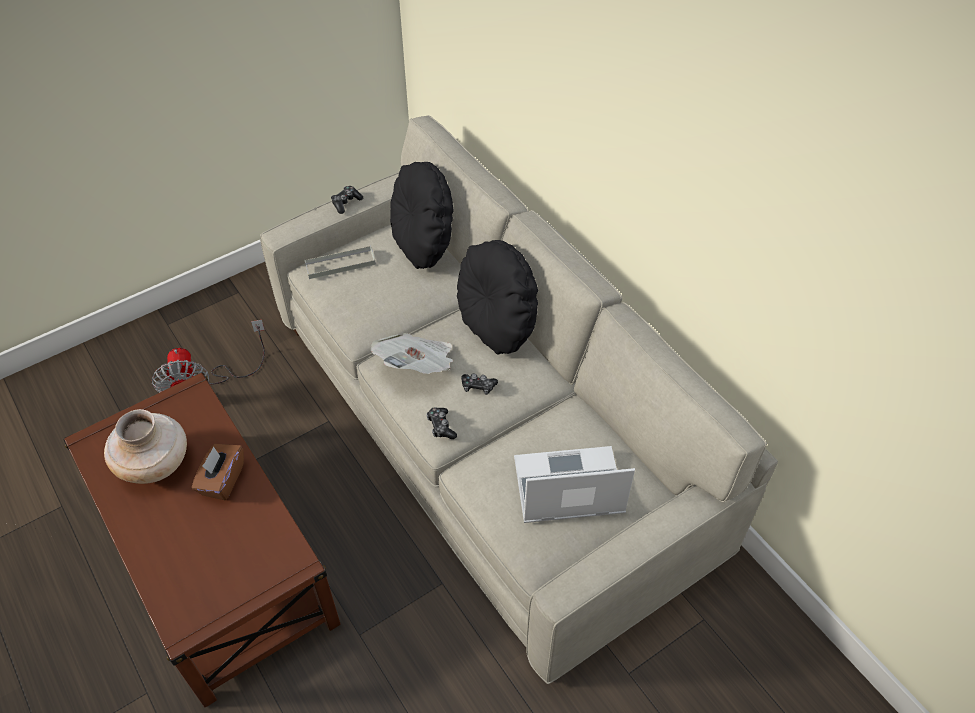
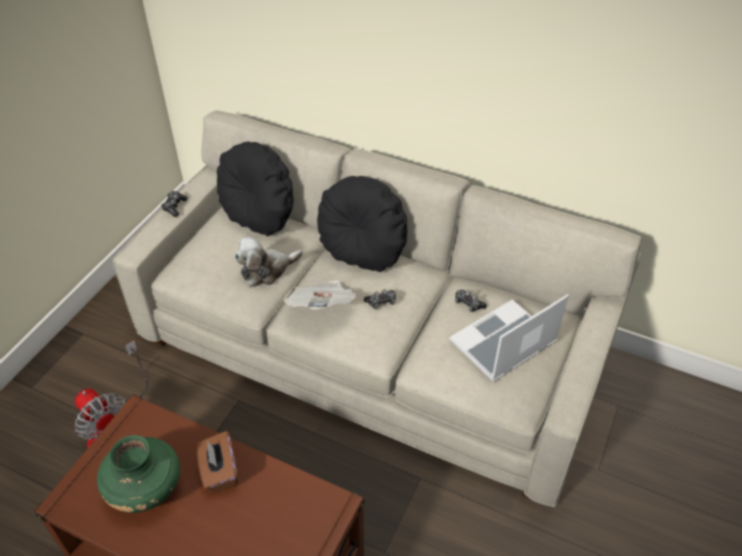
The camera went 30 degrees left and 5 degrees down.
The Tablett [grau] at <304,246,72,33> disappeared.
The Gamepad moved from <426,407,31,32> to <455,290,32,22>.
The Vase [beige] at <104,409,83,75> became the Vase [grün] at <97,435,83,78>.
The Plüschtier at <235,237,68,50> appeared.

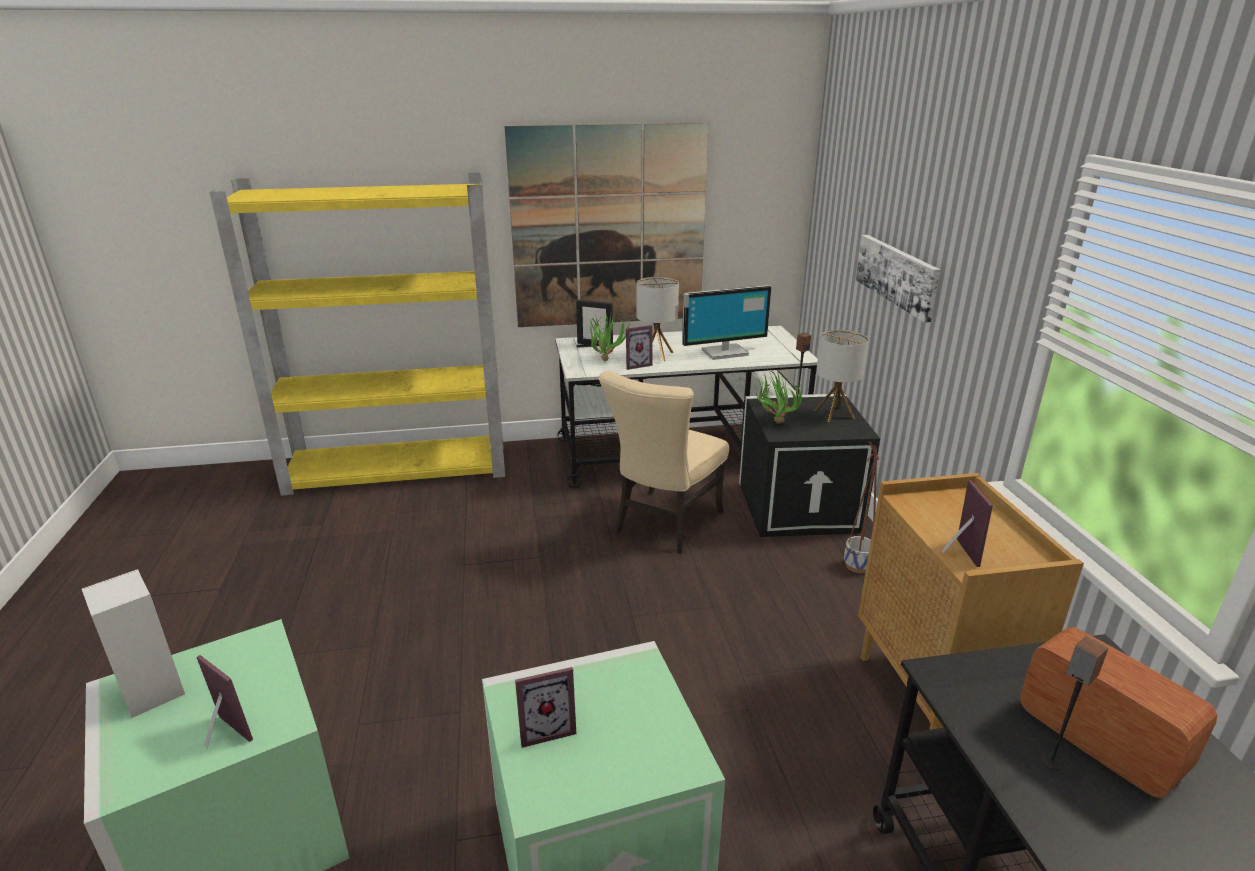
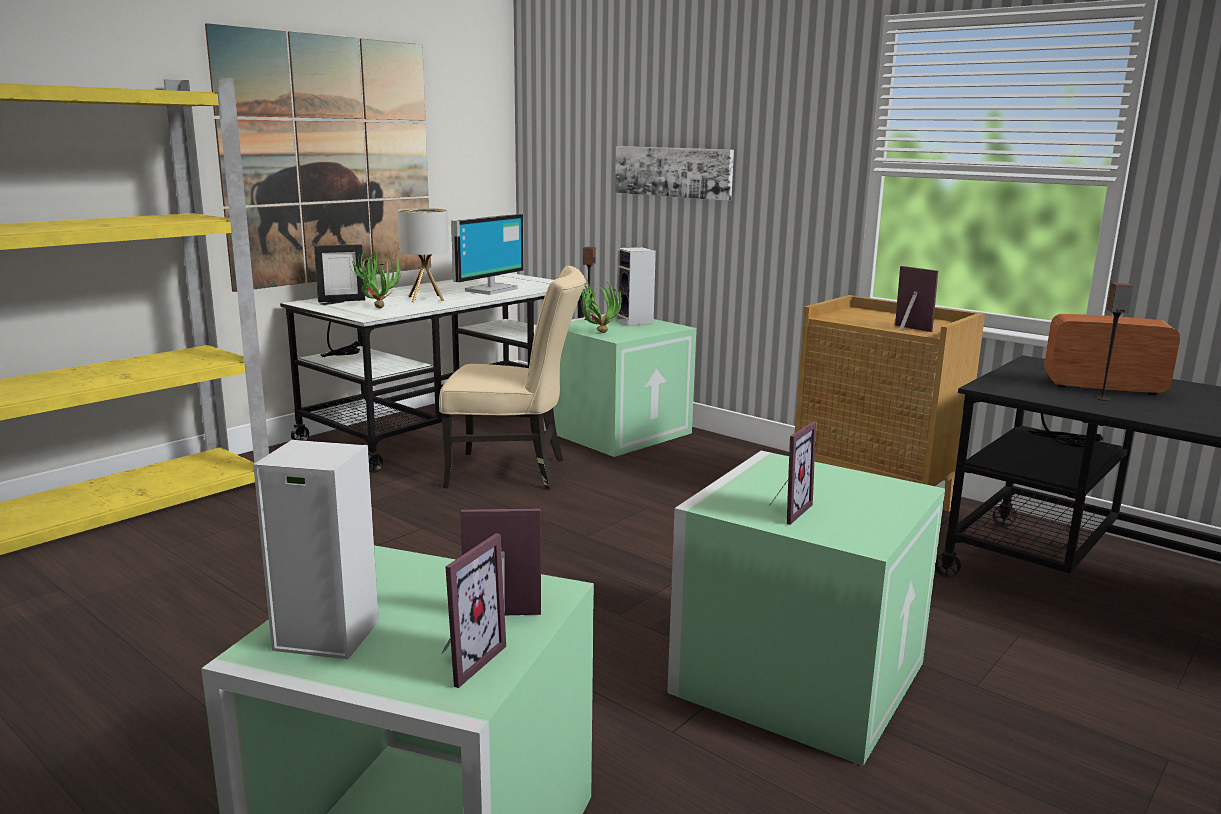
The camera went 40 degrees left and 10 degrees down.
The Bilderrahmen moved from <626,325,27,45> to <441,533,65,155>.
The Tischlampe at <814,330,55,92> was replaced by the Lautsprecher at <616,247,40,79>.
The Stuhl [beige] at <598,371,131,183> turned 75 degrees counterclockwise.
The Aufbewahrungsbox [schwarz] at <739,394,141,143> became the Aufbewahrungsbox [grün] at <544,314,152,143>.
The Pflanzkübel at <844,442,35,131> disappeared.

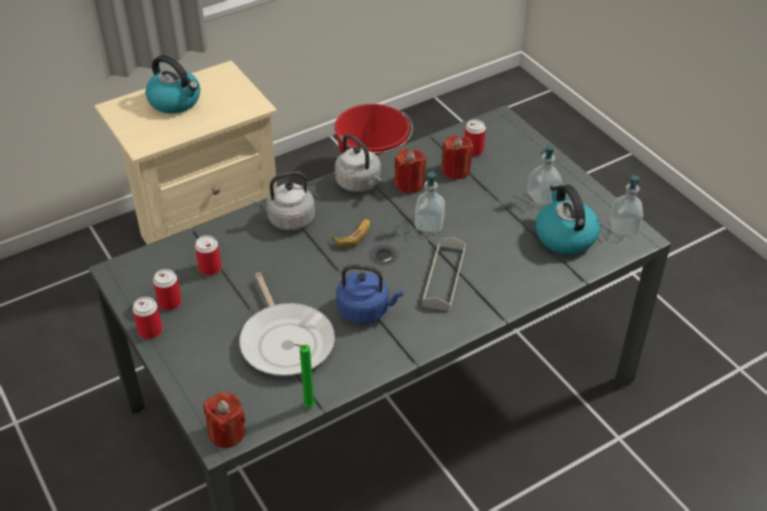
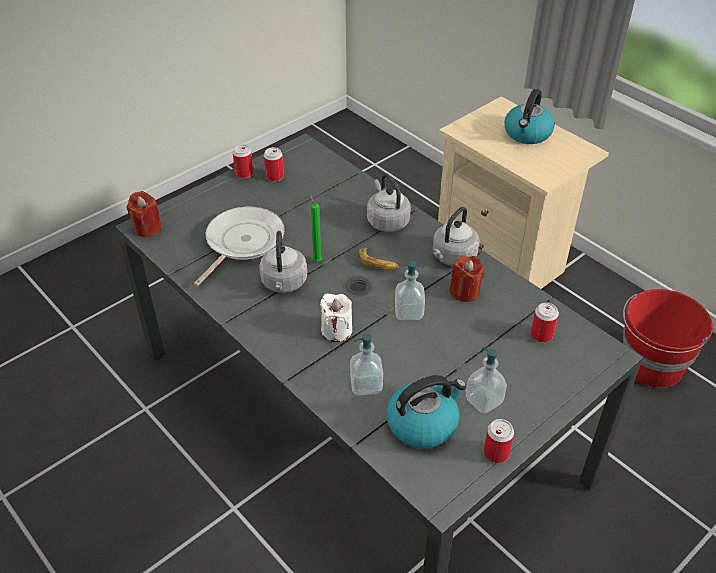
The camera went 80 degrees right and 0 degrees up.
The Kerze [rot] at <441,135,33,45> disappeared.
The Seifenspender moved from <610,175,33,60> to <350,333,33,62>.
The Dose moved from <195,235,27,41> to <484,419,30,44>.
The Tablett [grau] at <422,237,44,74> was replaced by the Kerze [weiß] at <320,294,32,48>.
The Wasserkessel [blau] at <337,264,66,59> became the Wasserkessel [grau] at <259,231,48,62>.
The Pfanne at <239,272,96,104> turned 150 degrees clockwise.
The Kerze [grün] moved from <294,344,21,64> to <310,195,12,67>.

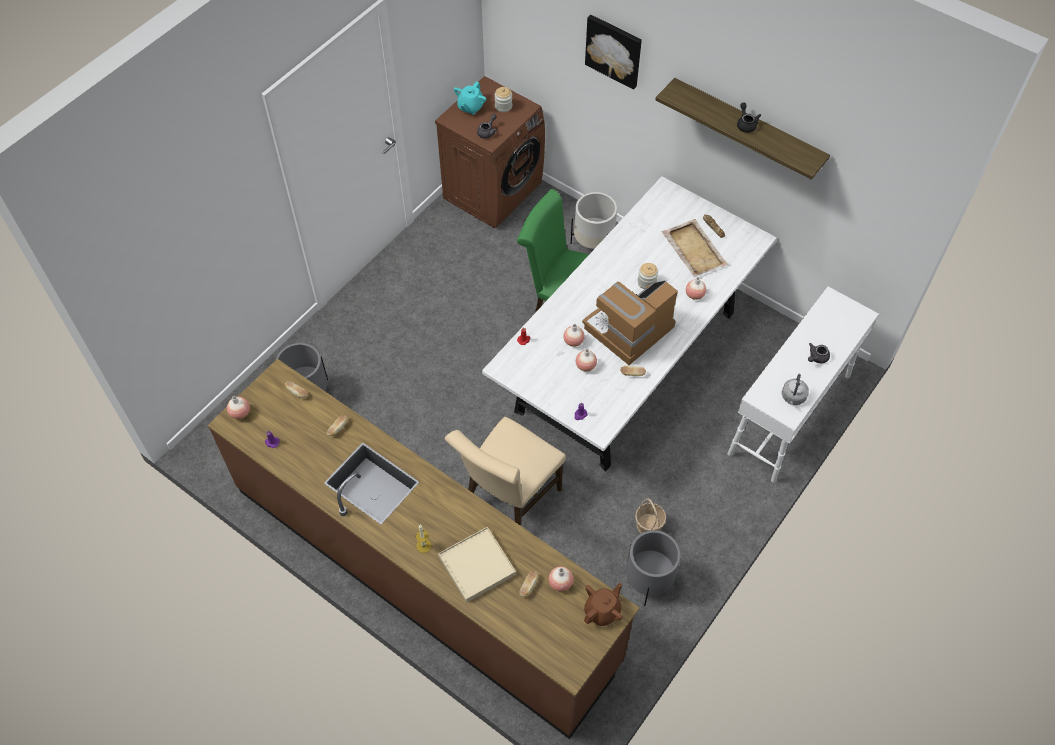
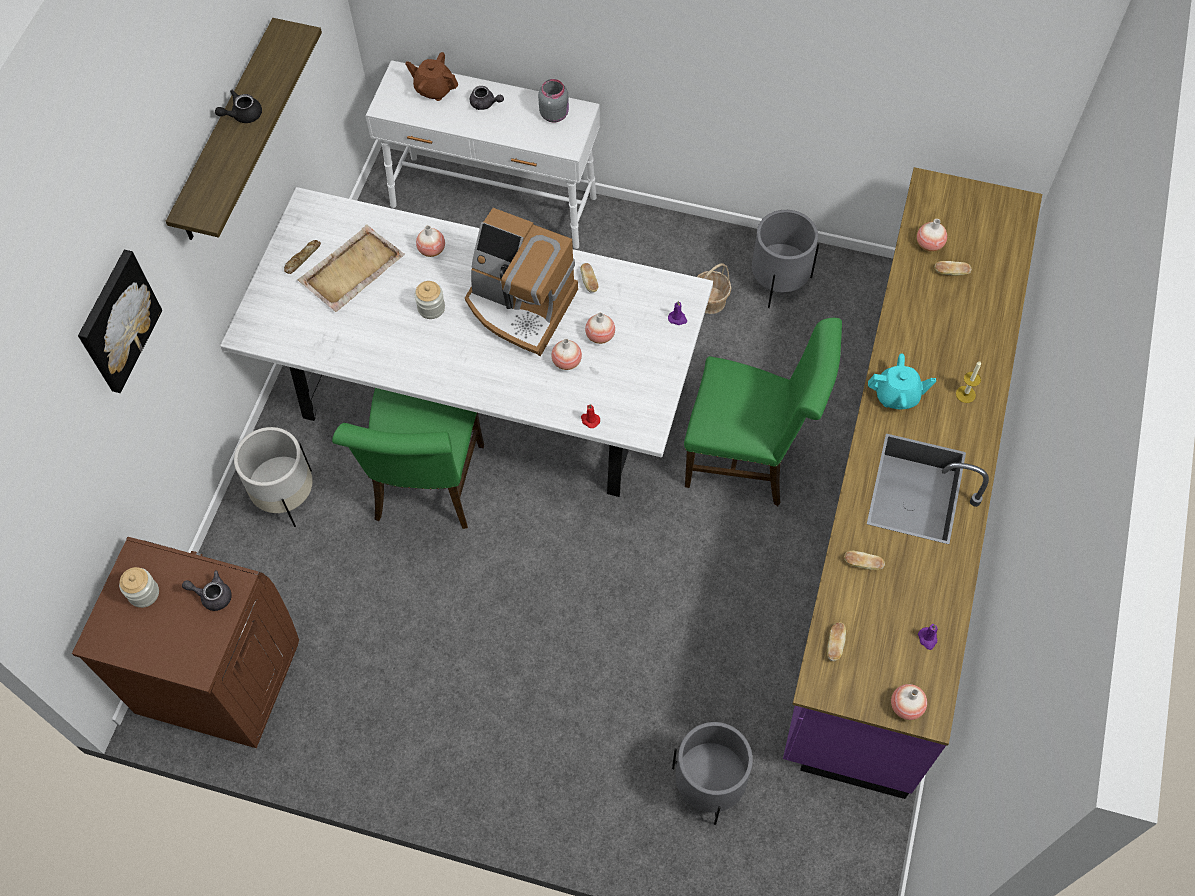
The camera went 110 degrees left and 5 degrees up.
The Teekanne [türkis] moved from <454,81,32,34> to <868,354,68,55>.
The Küchenzeile [braun] at <207,359,433,380> became the Küchenzeile [lila] at <783,167,259,632>.
The Wasserkessel [grau] at <782,374,27,31> was replaced by the Vorratsglas [grau] at <538,79,31,44>.
The Stuhl [beige] at <445,417,121,109> became the Stuhl [grün] at <684,318,158,188>.
The Tablett [beige] at <438,527,78,76> disappeared.
The Teekanne [braun] moved from <584,583,39,43> to <405,52,53,49>.

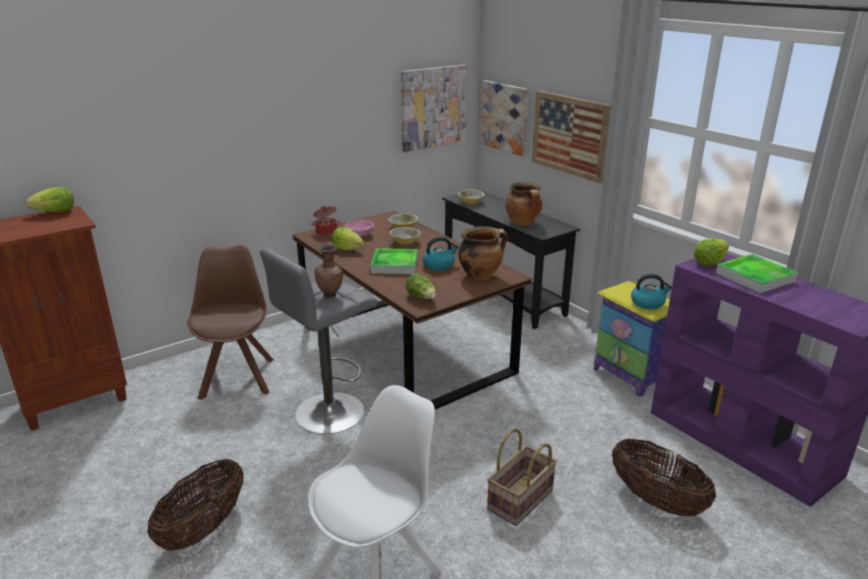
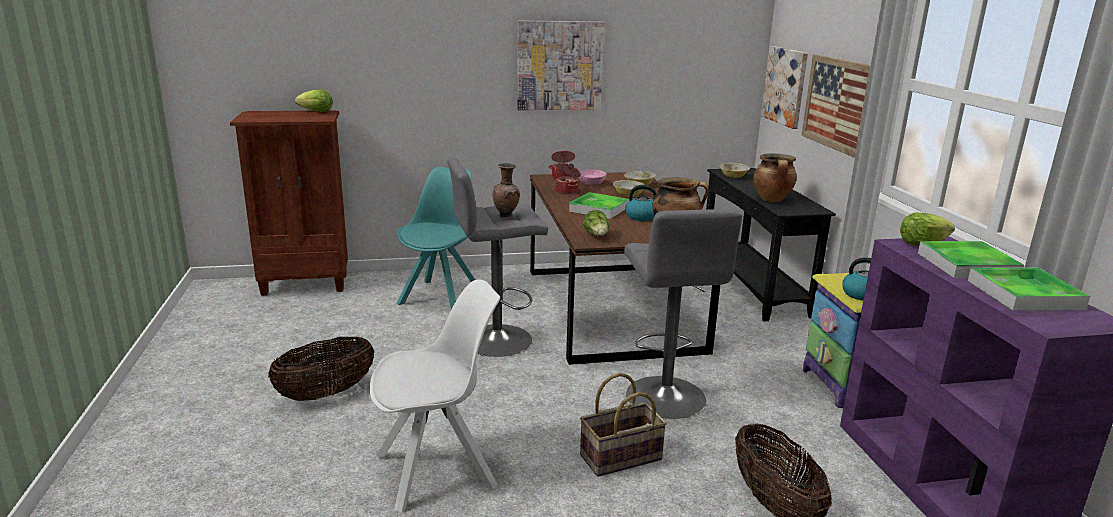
The camera went 25 degrees right and 5 degrees down.
The Bild moved from <401,65,66,87> to <517,20,88,90>.
The Salatkopf at <332,227,32,23> was replaced by the Kochtopf at <556,163,25,32>.
The Stuhl [braun] at <186,245,87,155> became the Stuhl [türkis] at <397,167,78,143>.
The Hocker [grau] at <624,209,118,210> appeared.
The Tablett at <968,268,122,43> appeared.

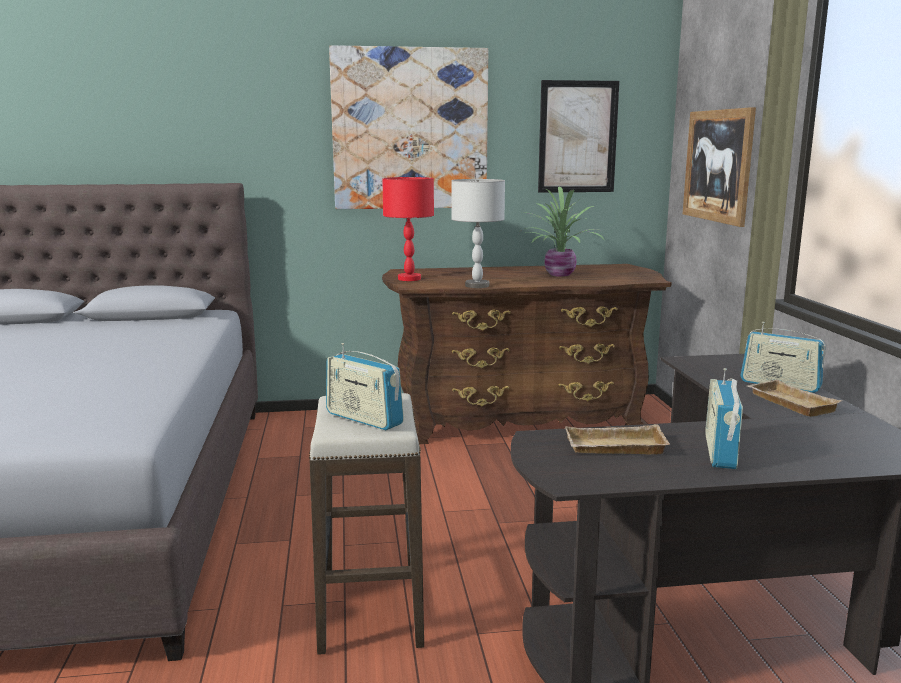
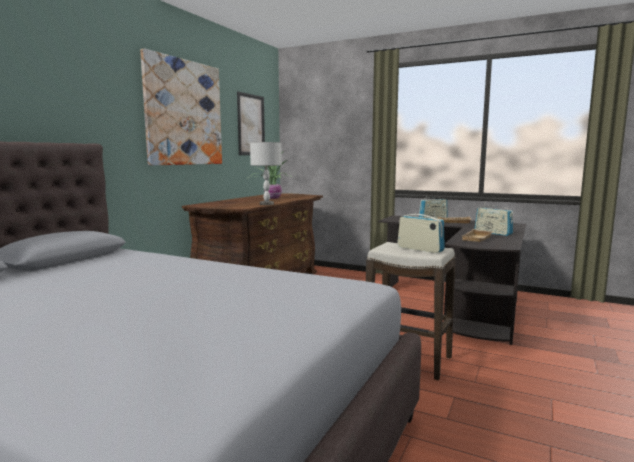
The camera went 55 degrees left and 5 degrees down.
The Bild at <683,107,73,120> disappeared.
The Tischlampe [rot] at <382,177,52,104> disappeared.
The Radio at <326,343,78,87> turned 120 degrees counterclockwise.

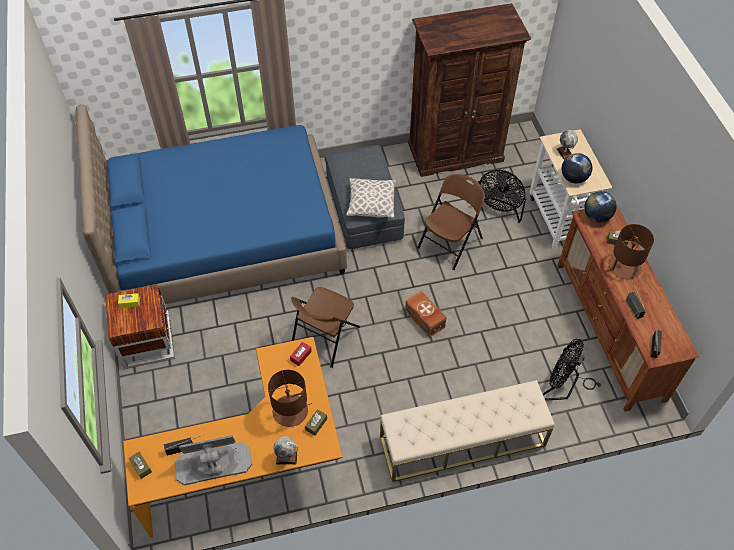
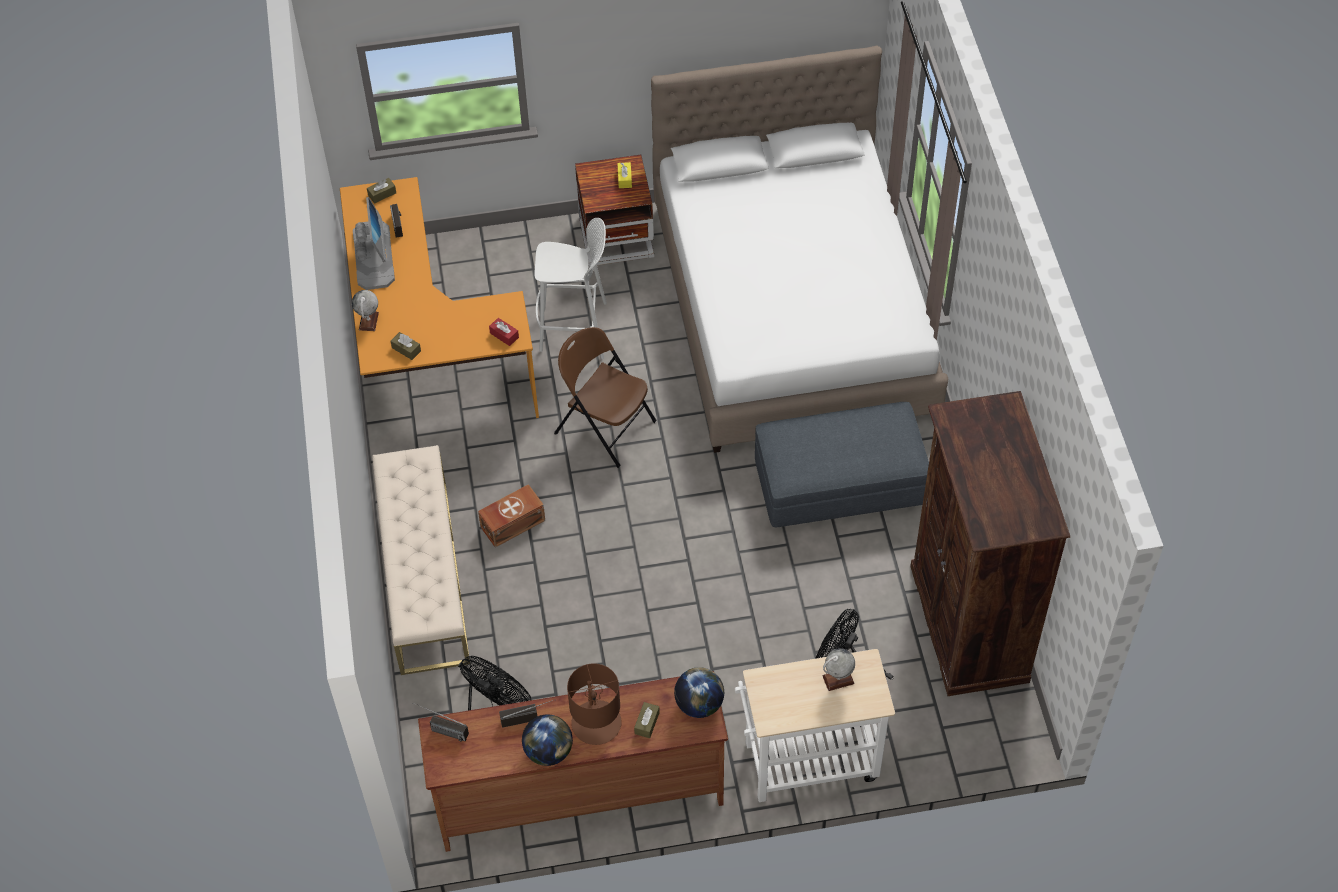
The camera went 95 degrees right and 0 degrees up.
The Bett [blau] at <75,104,272,200> became the Bett [weiß] at <651,46,297,407>.
The Globus moved from <562,153,30,30> to <522,714,51,52>.
The Stuhl [braun] at <417,174,68,96> disappeared.
The Kissen at <346,178,50,41> disappeared.
The Aufbewahrungsbox [braun] moved from <405,291,41,47> to <478,484,67,63>.
The Tischlampe [braun] at <268,369,44,58> disappeared.
The Hocker [weiß] at <534,218,73,141> appeared.

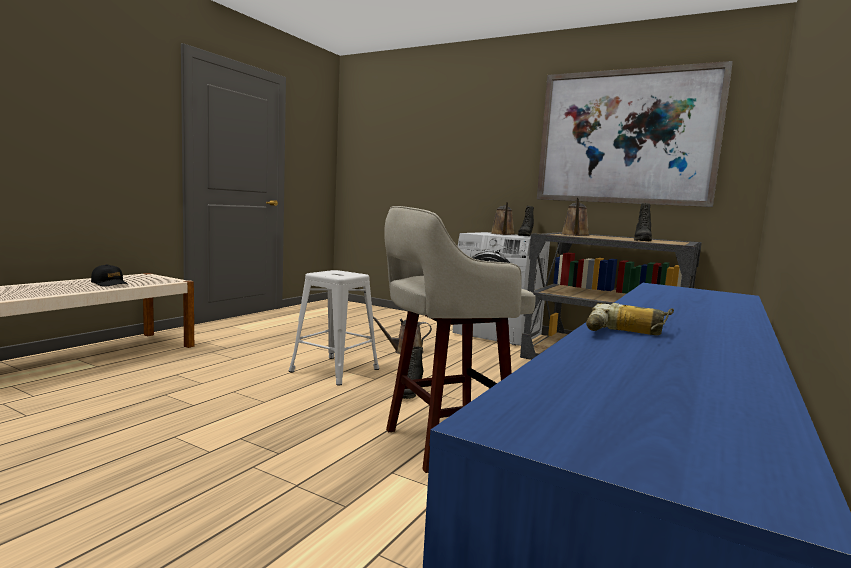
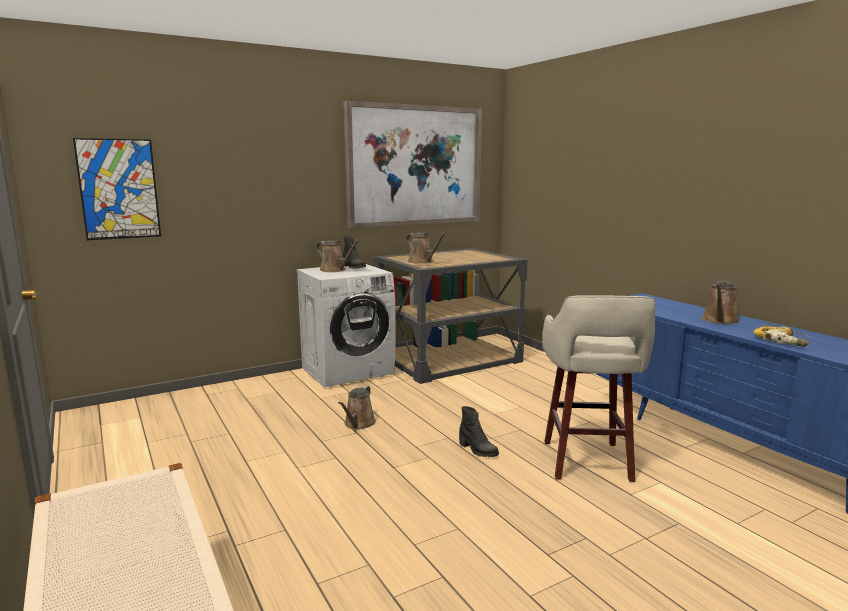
The camera went 60 degrees left and 5 degrees up.
The Stiefel [schwarz] at <634,203,18,38> disappeared.
The Kappe [schwarz] at <91,264,37,23> disappeared.
The Hocker [weiß] at <289,270,90,115> disappeared.
The Bild at <73,138,88,102> appeared.
The Gießkanne [braun] at <702,281,38,43> appeared.

